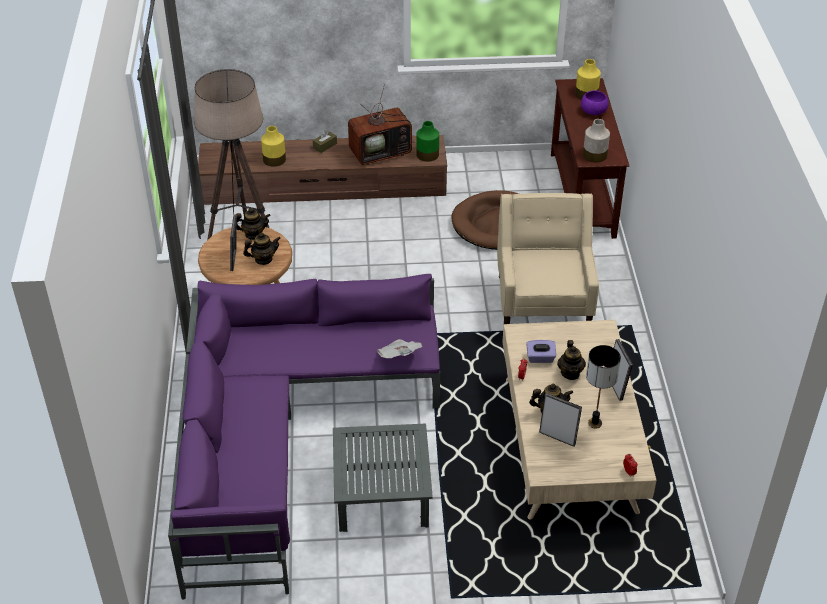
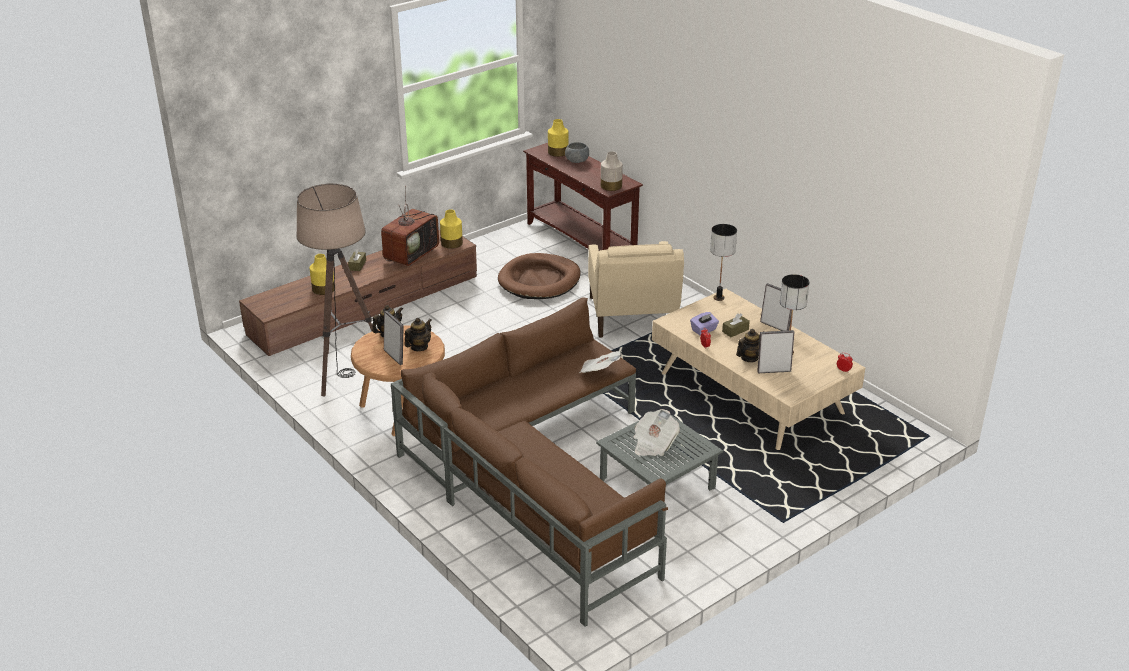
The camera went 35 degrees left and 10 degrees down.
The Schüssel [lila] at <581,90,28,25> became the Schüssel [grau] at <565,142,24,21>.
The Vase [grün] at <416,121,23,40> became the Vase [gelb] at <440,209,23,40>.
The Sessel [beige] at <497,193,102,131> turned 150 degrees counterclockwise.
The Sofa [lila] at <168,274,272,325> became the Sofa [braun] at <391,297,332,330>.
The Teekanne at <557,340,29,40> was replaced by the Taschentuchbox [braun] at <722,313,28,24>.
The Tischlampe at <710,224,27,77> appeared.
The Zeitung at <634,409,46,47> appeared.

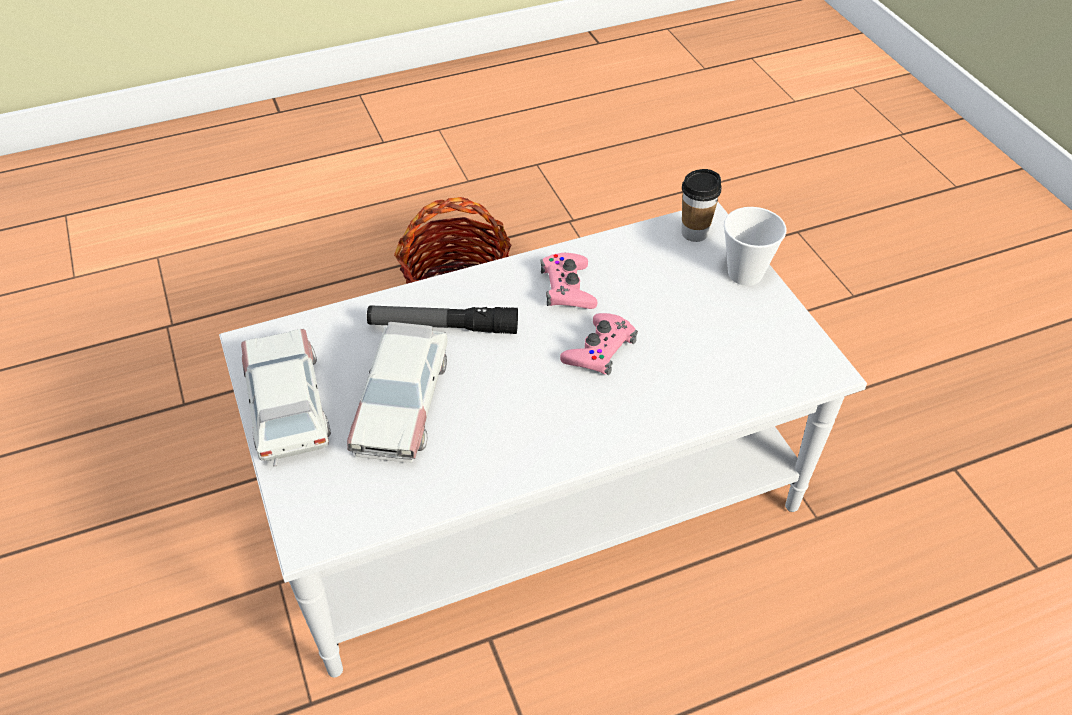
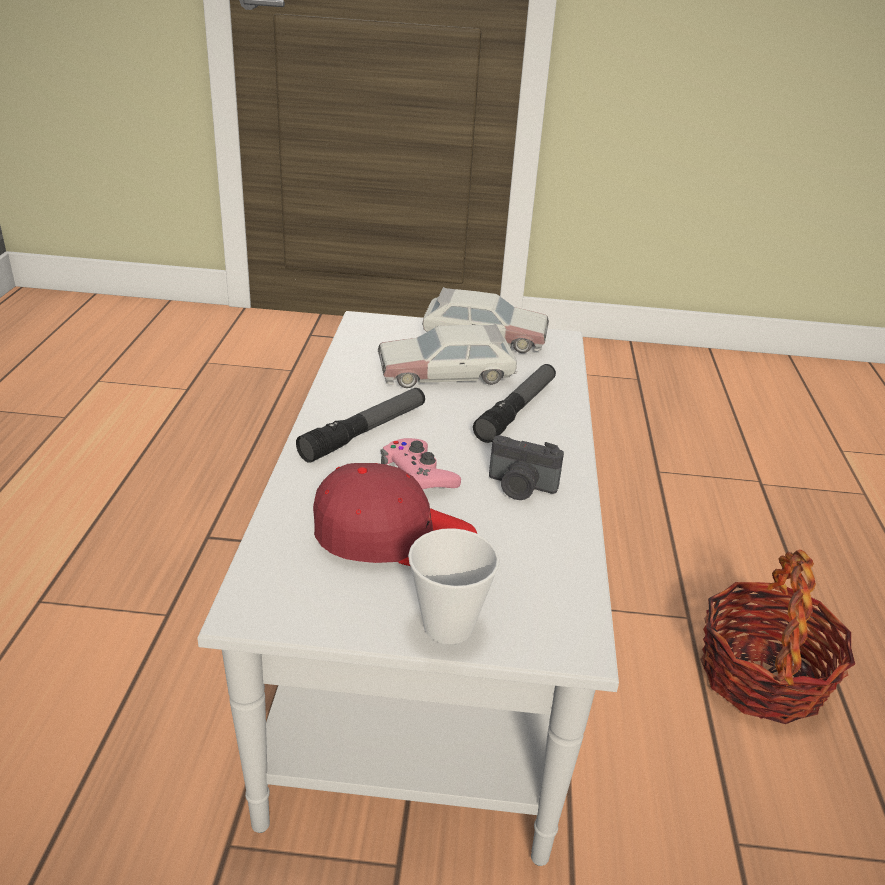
The camera went 115 degrees right and 15 degrees down.
The Tasse at <682,169,40,73> disappeared.
The Gamepad [rosa] at <540,253,57,56> was replaced by the Kamera at <489,435,75,65>.
The Spielzeugauto at <347,322,100,141> turned 45 degrees counterclockwise.
The Taschenlampe at <296,388,129,75> appeared.
The Kappe [rot] at <313,463,164,103> appeared.

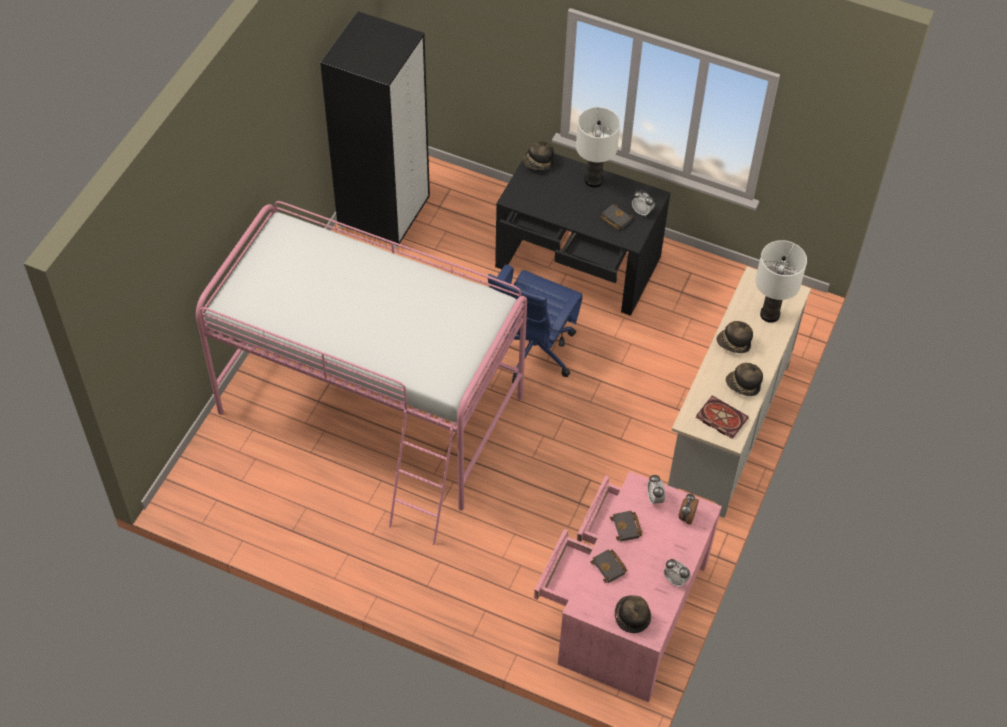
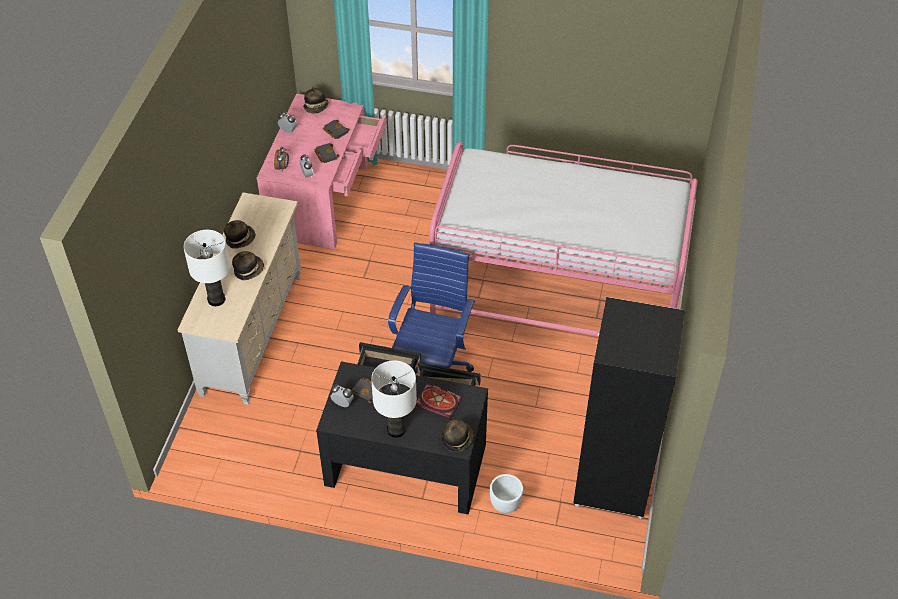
The camera went 170 degrees right and 5 degrees down.
The Buch moved from <696,395,53,44> to <415,384,47,34>.
The Pflanzkübel [weiß] at <490,474,33,39> appeared.

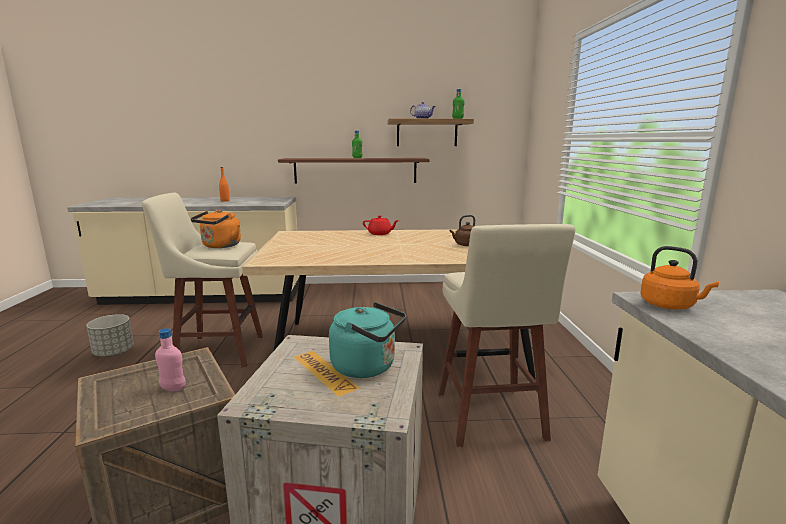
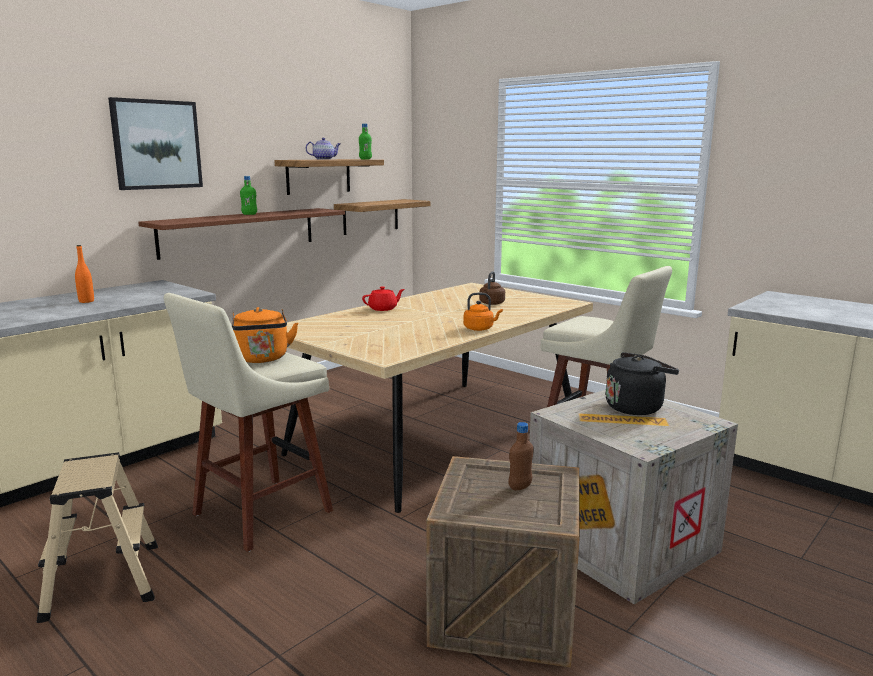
The camera went 45 degrees left and 0 degrees up.
The Wasserkessel [orange] moved from <640,246,79,64> to <463,293,40,38>.
The Wasserkessel [türkis] at <329,302,77,76> became the Wasserkessel [schwarz] at <606,352,73,63>.
The Pflanzkübel [grau] at <86,314,48,43> was replaced by the Trittleiter [beige] at <37,452,121,171>.
The Flasche [rosa] at <155,328,31,63> became the Flasche [braun] at <508,422,25,68>.
The Bild at <108,97,95,93> appeared.
The Wandregal at <334,199,97,36> appeared.

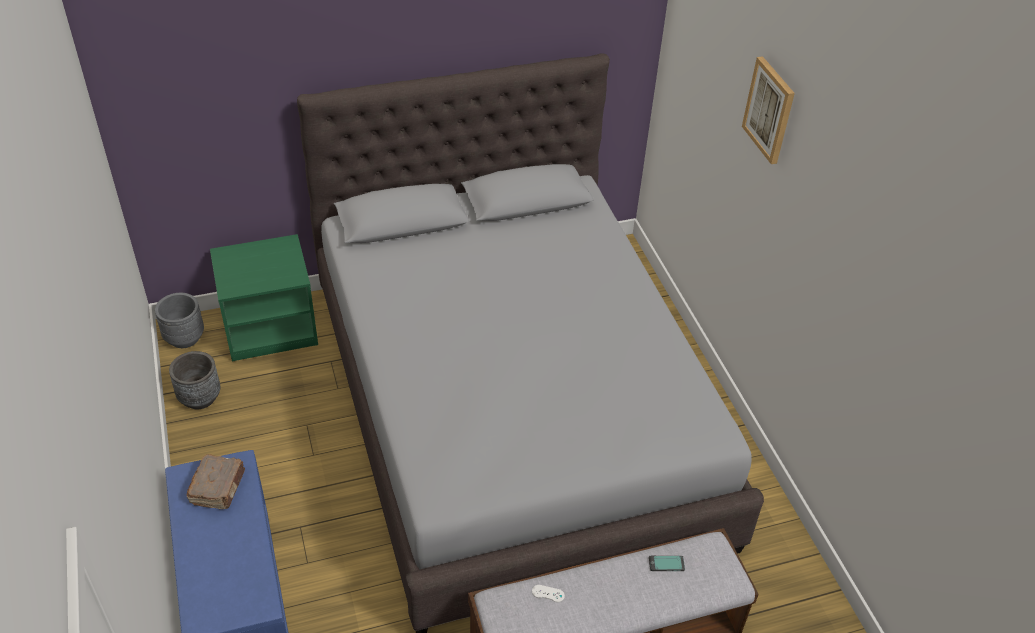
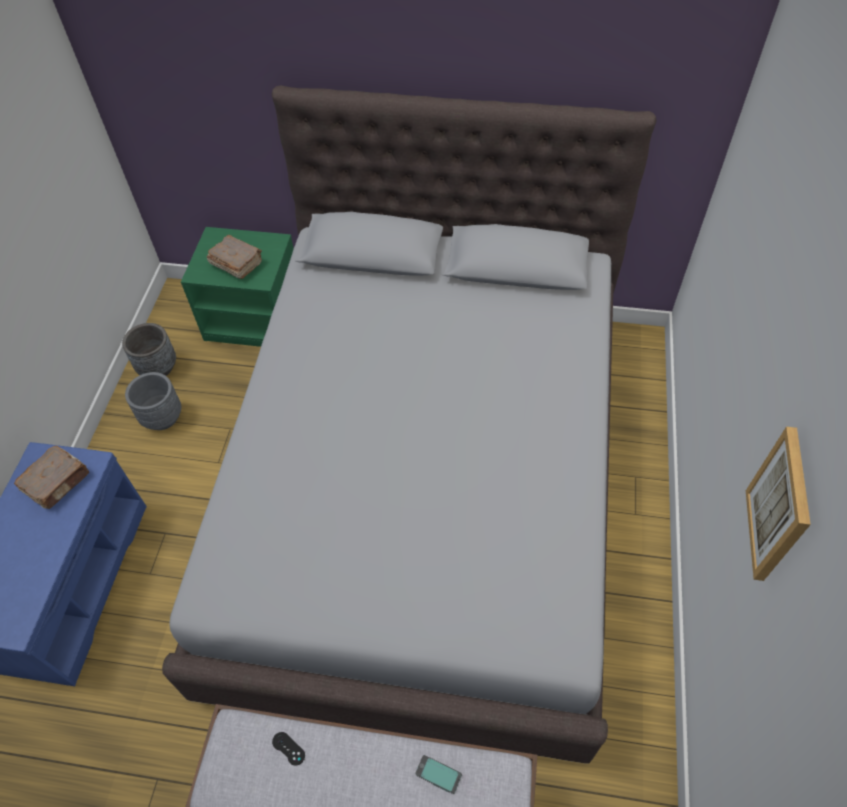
The camera went 30 degrees right and 10 degrees up.
The Bild moved from <742,56,53,108> to <746,427,65,154>.
The Pflanzkübel [grau] moved from <155,293,49,55> to <125,372,56,58>.
The Gamepad [weiß] at <532,585,33,17> became the Gamepad [schwarz] at <272,732,33,34>.
The Buch [braun] at <207,235,55,44> appeared.

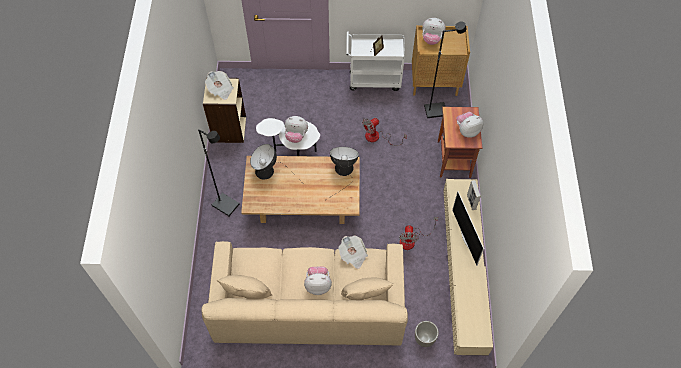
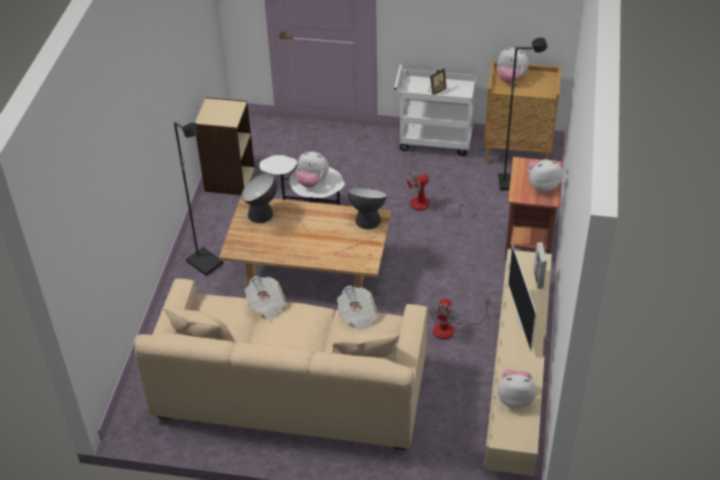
The camera went 10 degrees right and 15 degrees down.
The Zeitung moved from <205,71,29,29> to <245,276,42,44>.
The Plüschtier moved from <304,267,28,28> to <497,369,39,40>.
The Pflanzkübel at <415,321,24,26> disappeared.

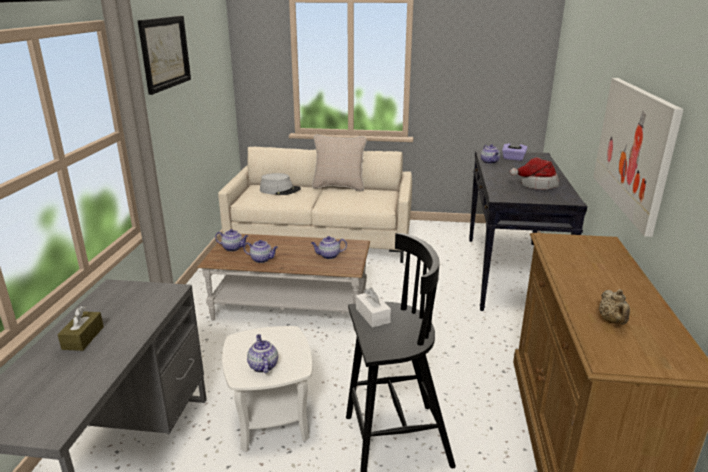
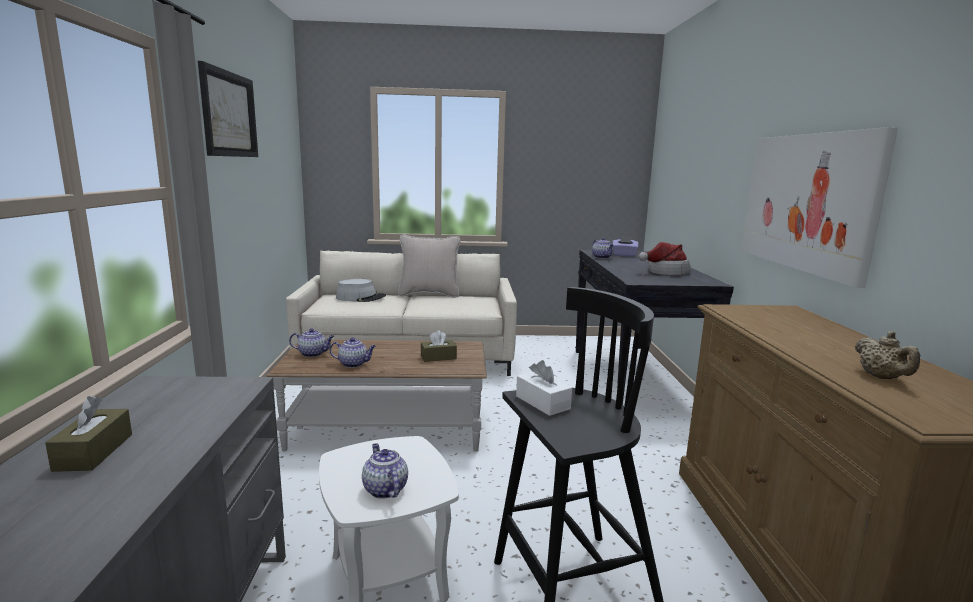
The camera went 10 degrees left and 10 degrees down.
The Teekanne at <311,236,36,23> was replaced by the Taschentuchbox [braun] at <421,330,36,32>.

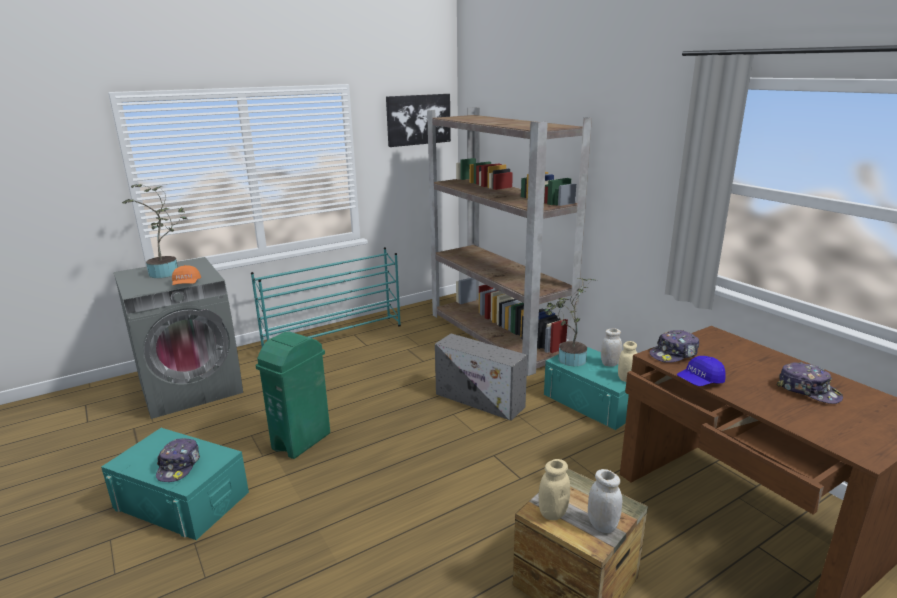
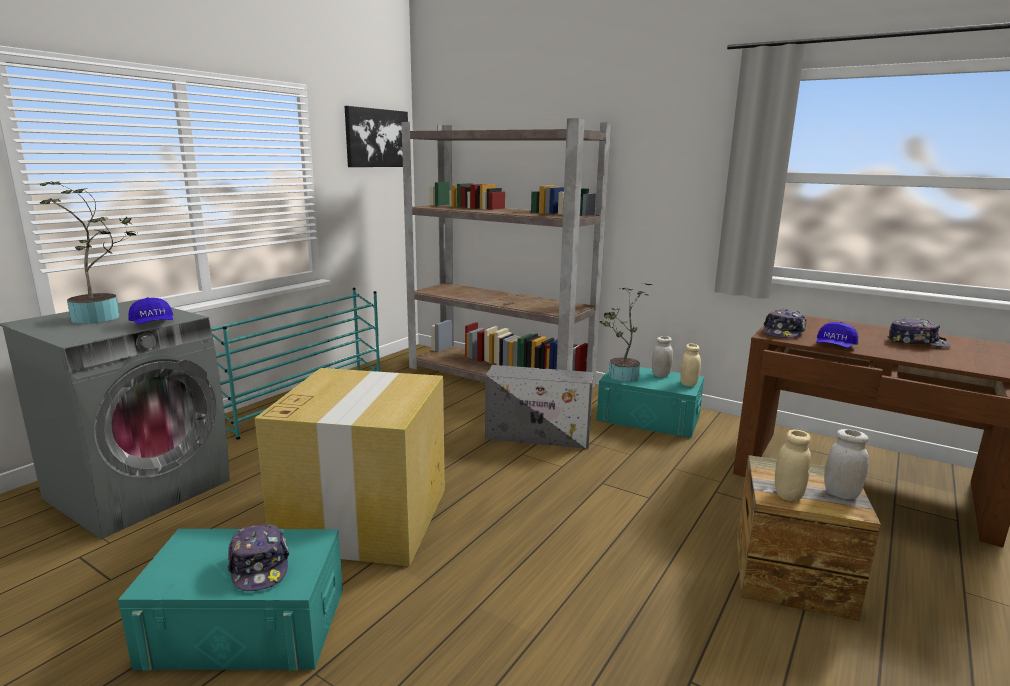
The camera went 25 degrees left and 5 degrees down.
The Kappe [orange] at <172,265,29,20> became the Kappe [blau] at <128,297,45,27>.
The Mülleimer [grün] at <256,332,74,127> was replaced by the Karton at <255,368,190,198>.

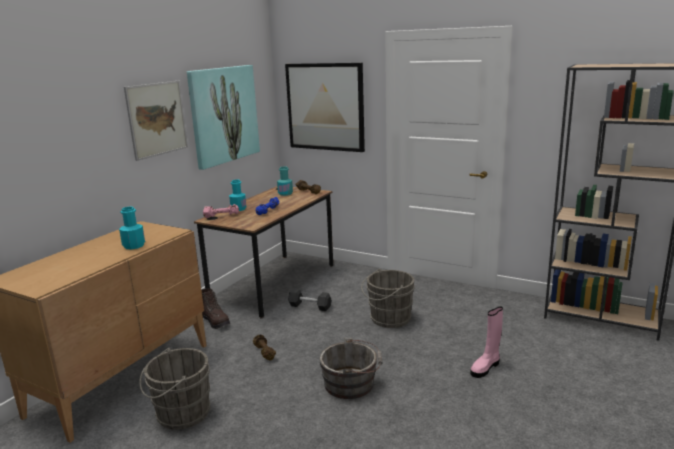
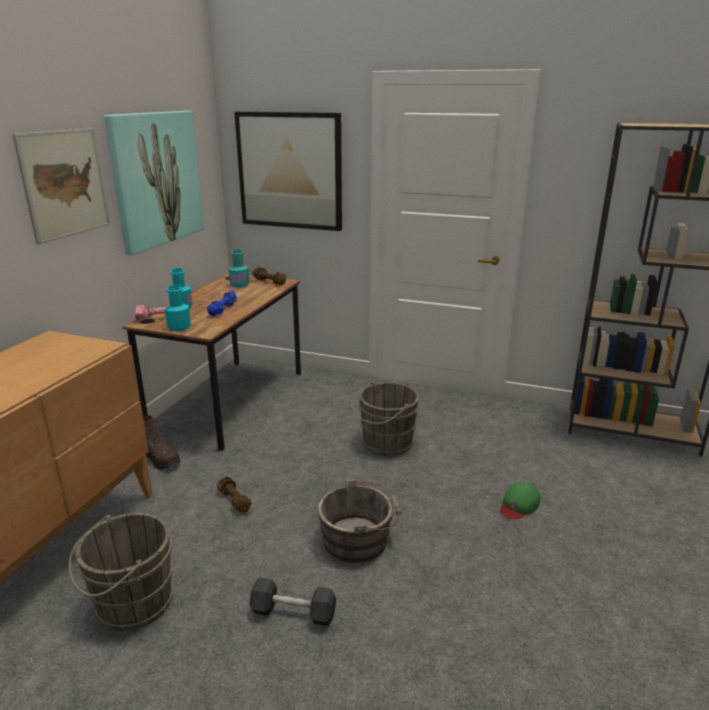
The camera went 10 degrees left and 5 degrees up.
The Flasche [türkis] moved from <119,207,26,42> to <165,285,26,46>.
The Hantel [schwarz] moved from <288,288,44,23> to <250,577,86,49>.
The Stiefel [rosa] at <470,306,33,72> was replaced by the Kappe [grün] at <500,482,40,37>.

